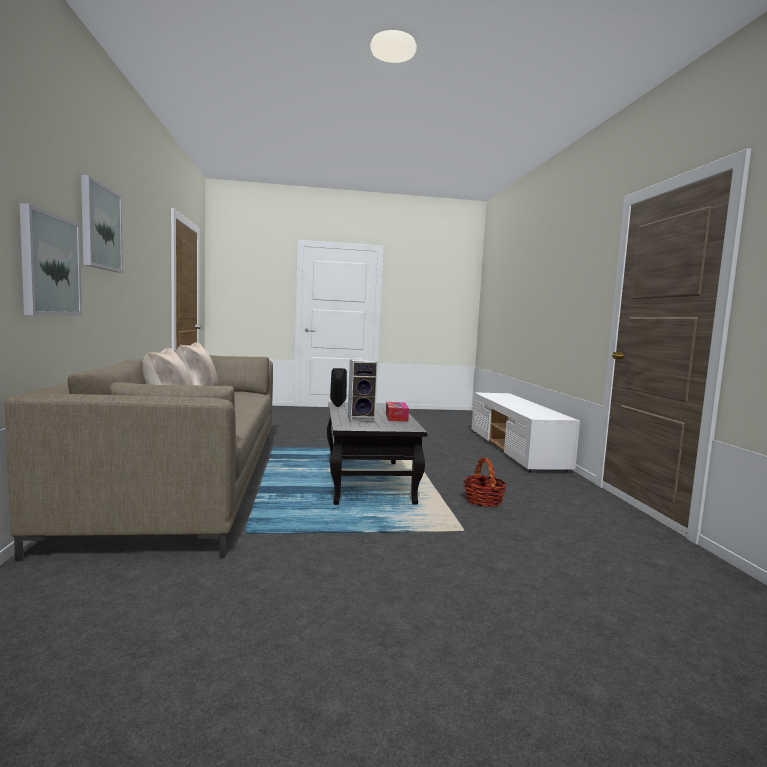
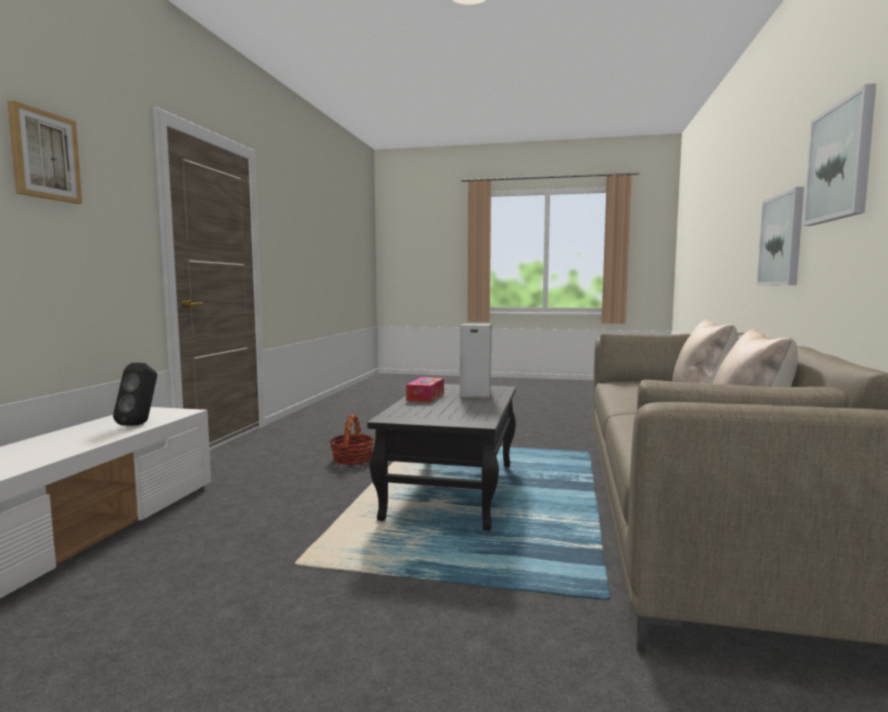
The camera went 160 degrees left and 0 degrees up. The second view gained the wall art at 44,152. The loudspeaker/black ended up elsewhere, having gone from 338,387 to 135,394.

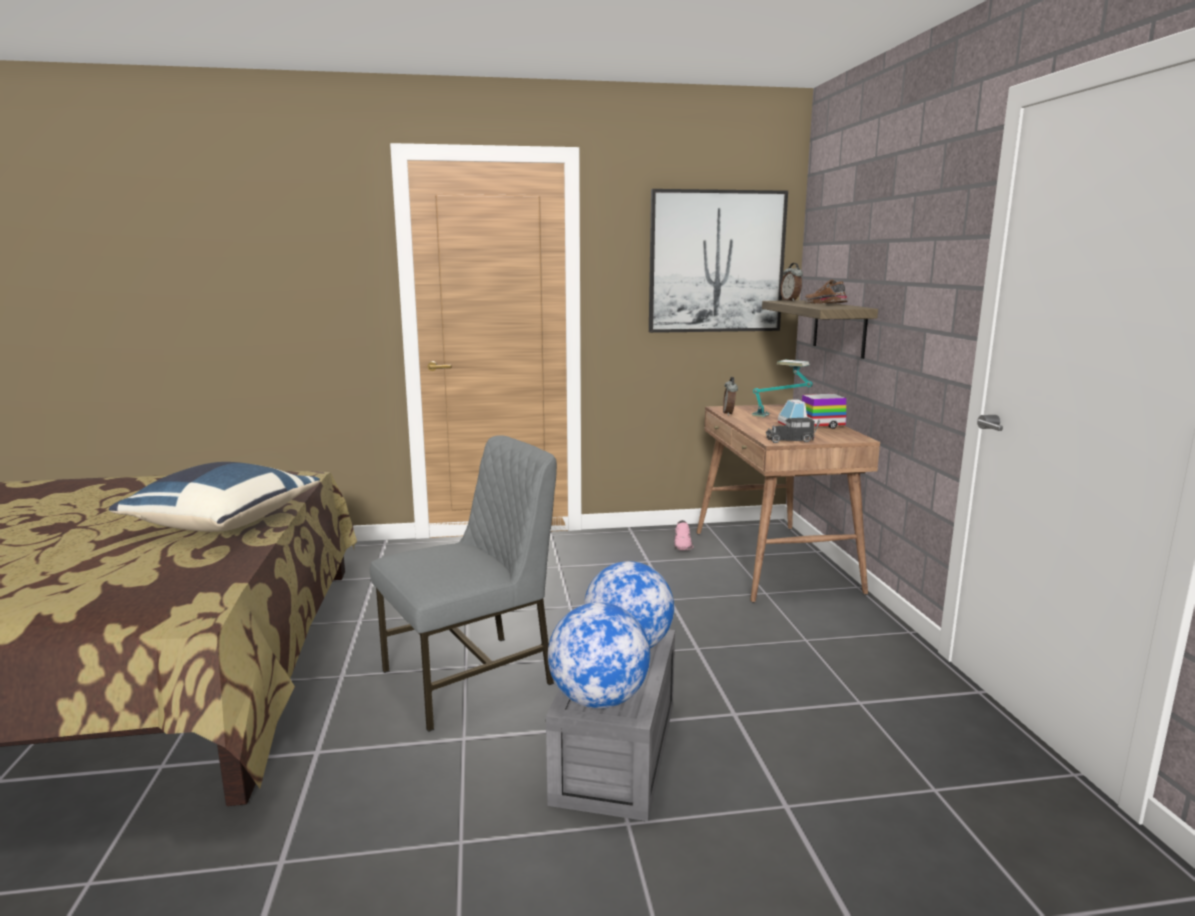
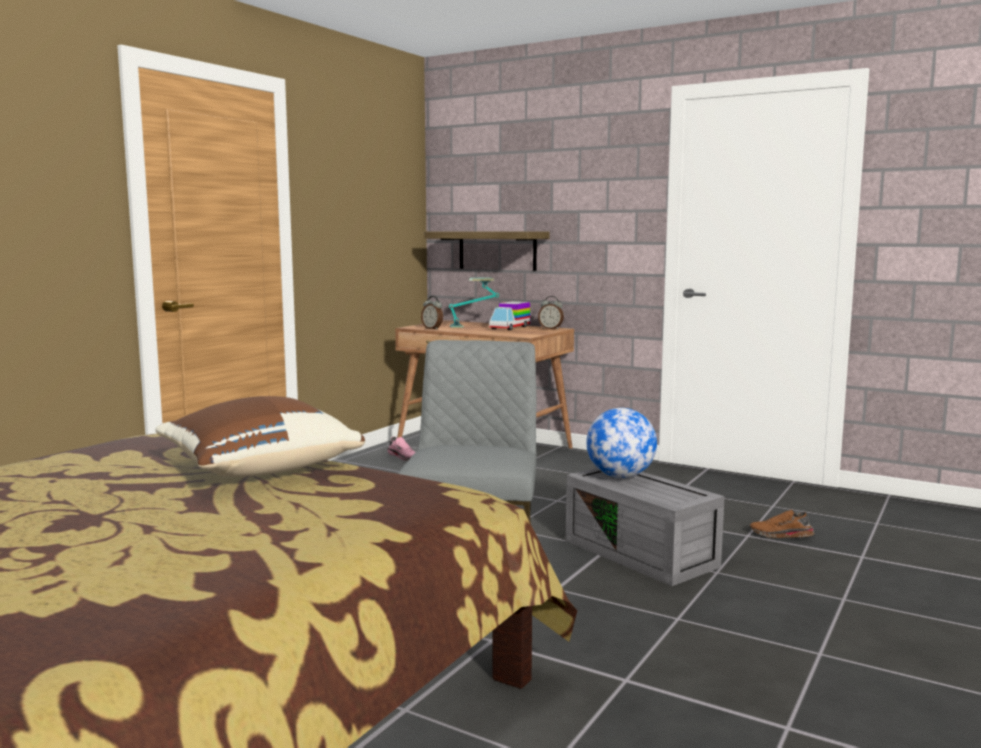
The camera went 50 degrees left and 5 degrees down. The second view lost the globe at 599,655. The second view lost the wall art at 718,261. The second view lost the toy truck at 793,430. The alarm clock ended up elsewhere, having gone from 791,282 to 551,313. The item of footwear/brown-coloured ended up elsewhere, having gone from 826,292 to 782,524. What was the throw pillow/bluish at 214,497 turned into the throw pillow/brown-coloured at 260,436.

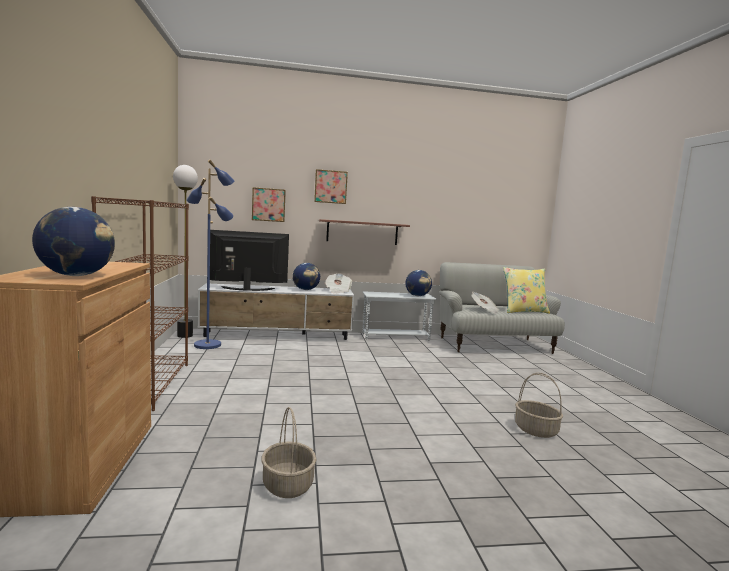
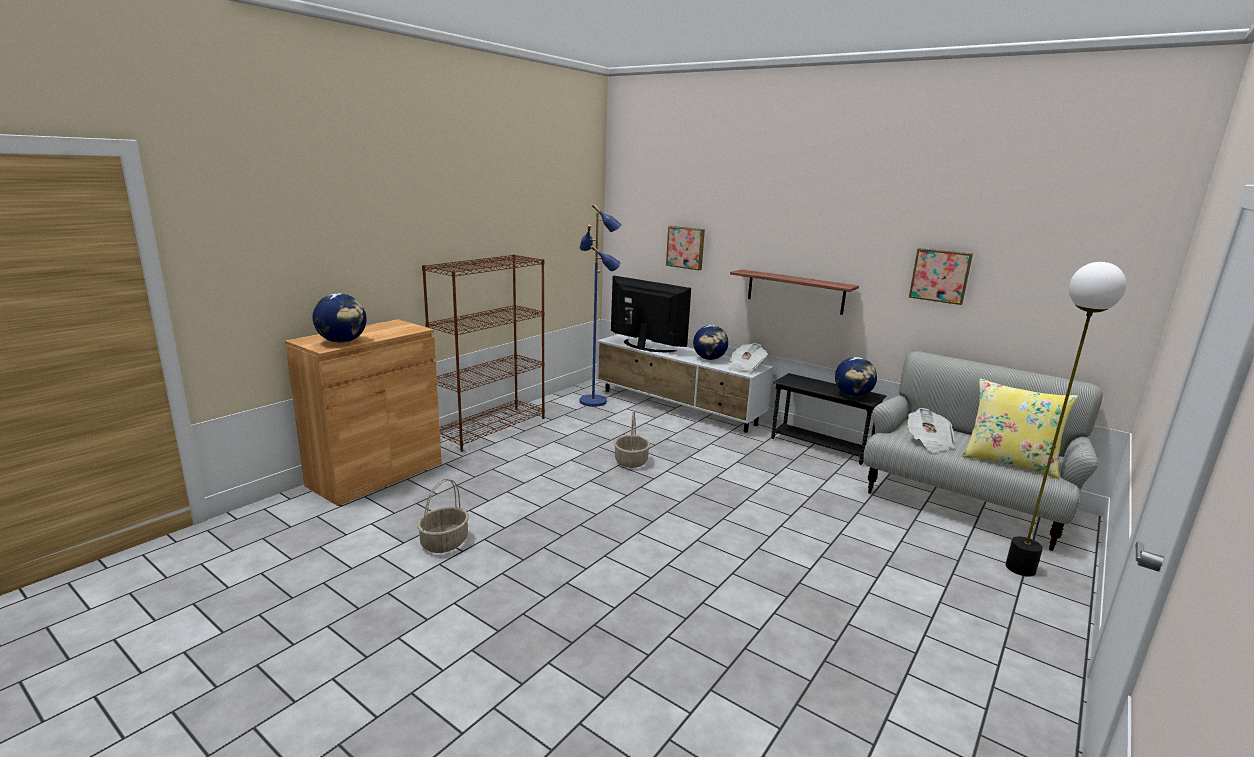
The camera went 45 degrees right and 10 degrees up. The standard lamp ended up elsewhere, having gone from 185,251 to 1066,419. The wall art ended up elsewhere, having gone from 331,186 to 941,276. The basket ended up elsewhere, having gone from 539,405 to 632,439. What was the end table/whitish at 399,316 turned into the end table/black at 829,419.

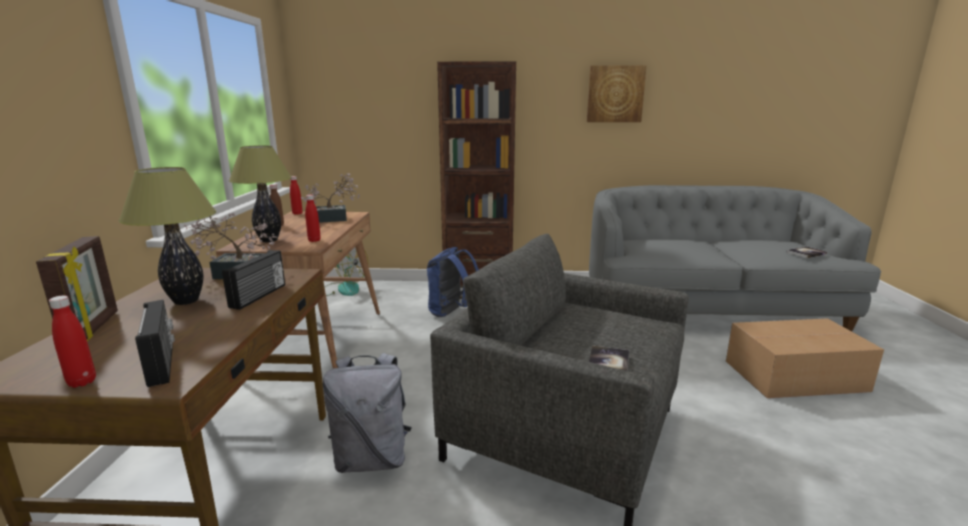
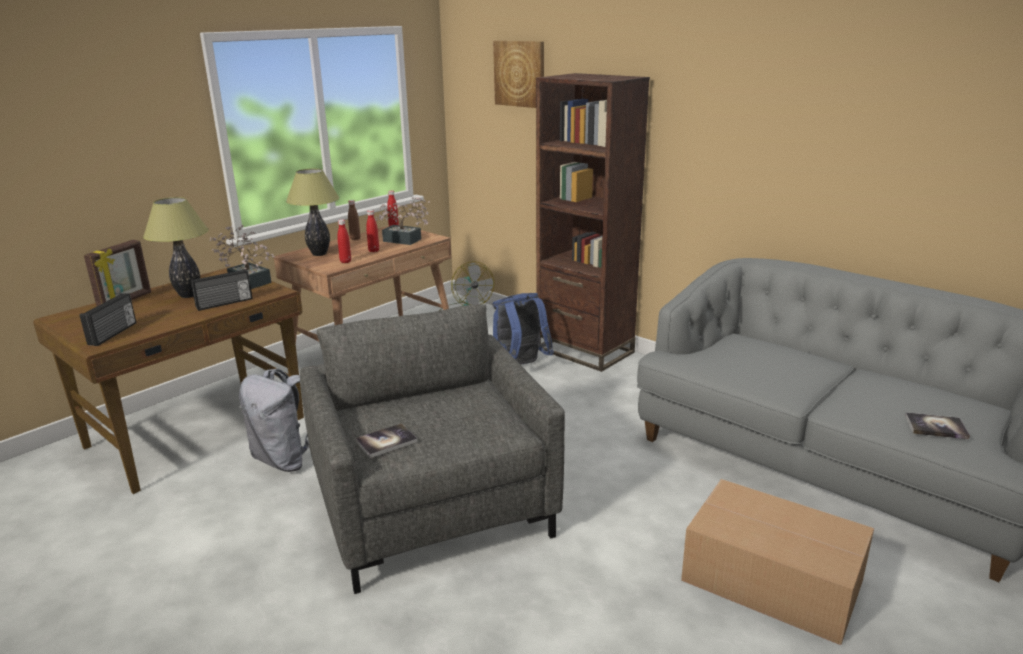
The camera went 40 degrees right and 5 degrees up. The drink bottle/red-coloured ended up elsewhere, having gone from 72,342 to 372,231. The wall art ended up elsewhere, having gone from 617,93 to 518,74.

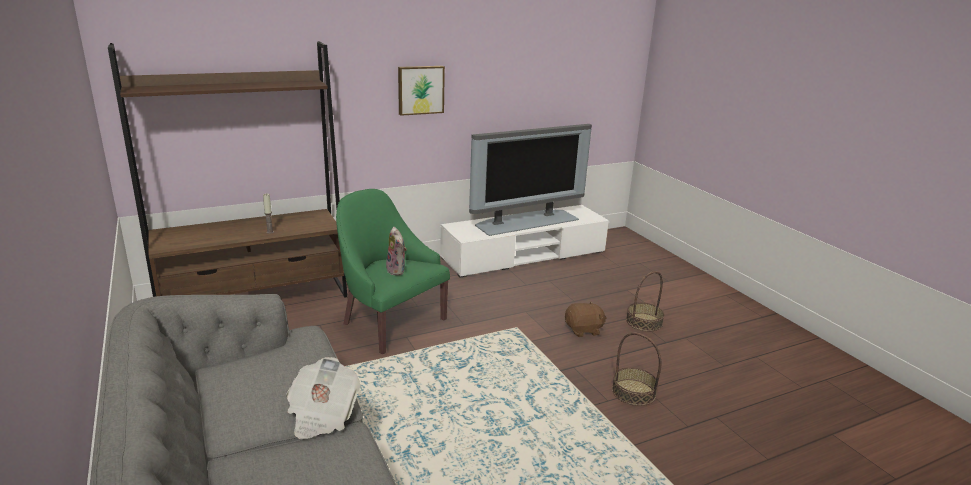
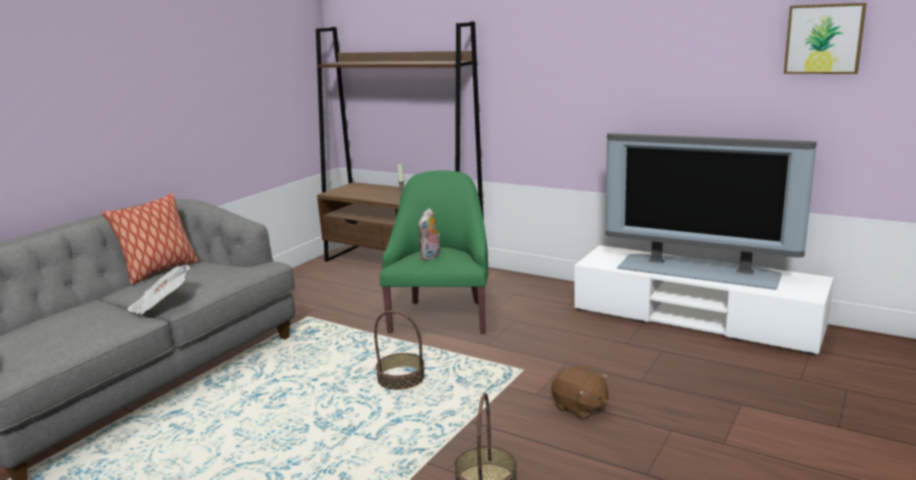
The camera went 60 degrees right and 5 degrees down. The second view gained the throw pillow at 150,239. The wall art ended up elsewhere, having gone from 421,91 to 825,38. The basket ended up elsewhere, having gone from 645,301 to 399,350.

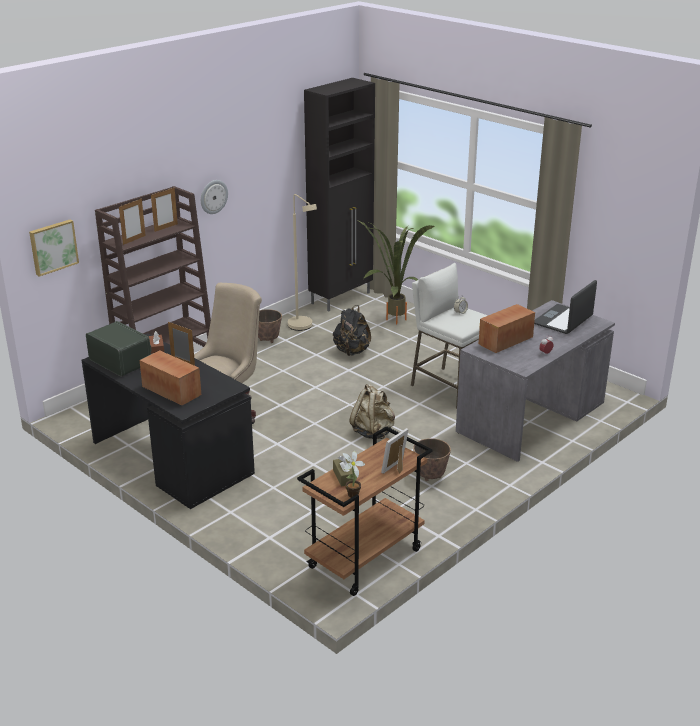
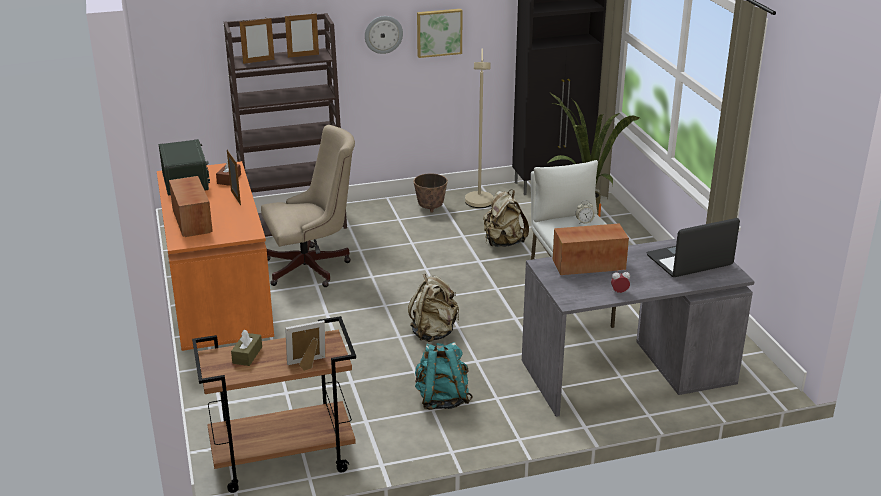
The camera went 30 degrees right and 0 degrees up. The second view lost the houseplant at 354,474. The wall art ended up elsewhere, having gone from 54,248 to 440,33. Where the planter stood at 432,459, the rucksack/turquoise-coloured came to stand at 444,376. What was the desk table/black at 168,421 turned into the desk table/orange-coloured at 215,256. What was the rucksack/black at 352,330 turned into the rucksack/beige-coloured at 506,218.

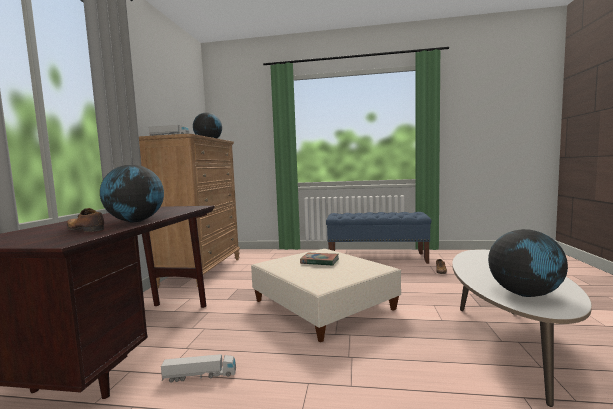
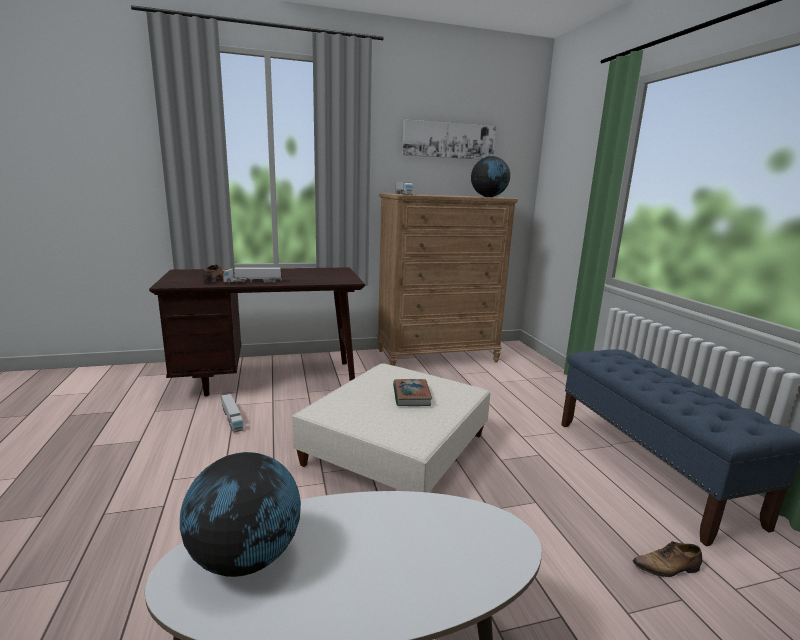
The camera went 65 degrees right and 10 degrees up. The second view gained the wall art at 449,139. Where the globe stood at 132,193, the toy truck came to stand at 252,275.

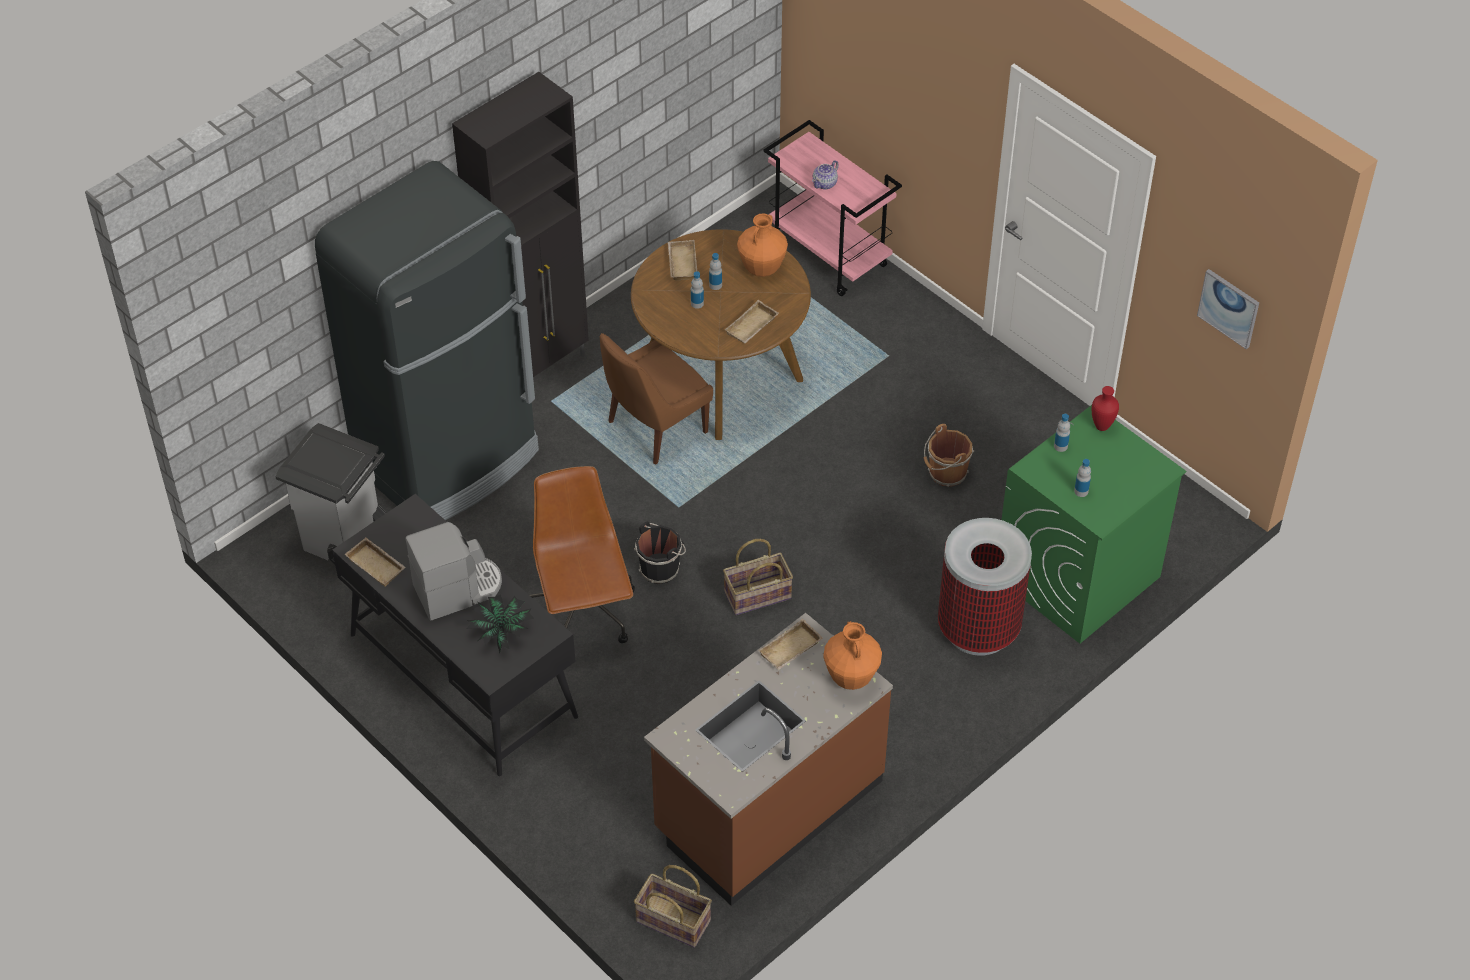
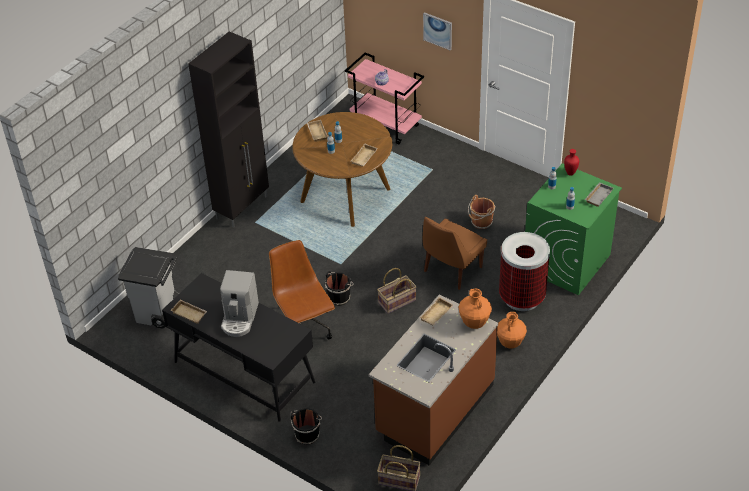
The camera went 10 degrees left and 5 degrees down. The second view lost the fridge/black at 427,340. The second view lost the houseplant at 500,623. The second view gained the bucket/black at 306,426. The second view gained the tray/gray at 599,194. The plain chair/brown-coloured ended up elsewhere, having gone from 656,398 to 455,253. The flower vase/orange-coloured ended up elsewhere, having gone from 762,245 to 512,330. The wall art ended up elsewhere, having gone from 1228,309 to 437,31. The coffee machine at 453,571 ended up facing another way, 135 degrees clockwise from before.

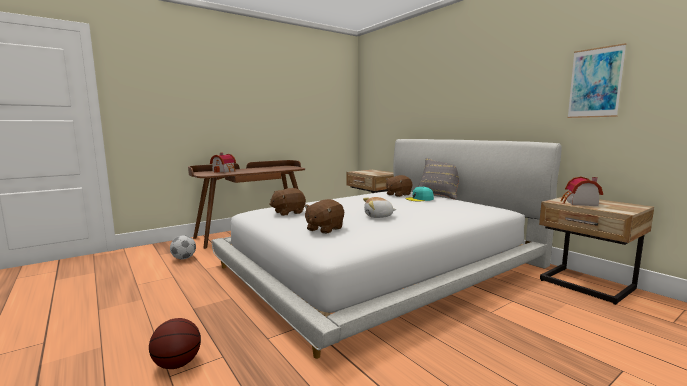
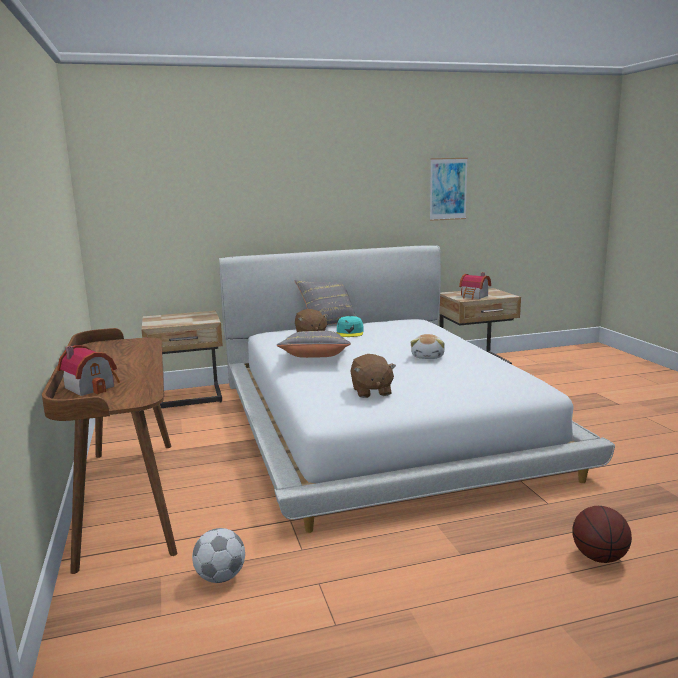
The camera went 70 degrees left and 5 degrees up. The second view lost the cuddly toy/brown-coloured at 324,216. The second view gained the throw pillow/gray at 314,344.

